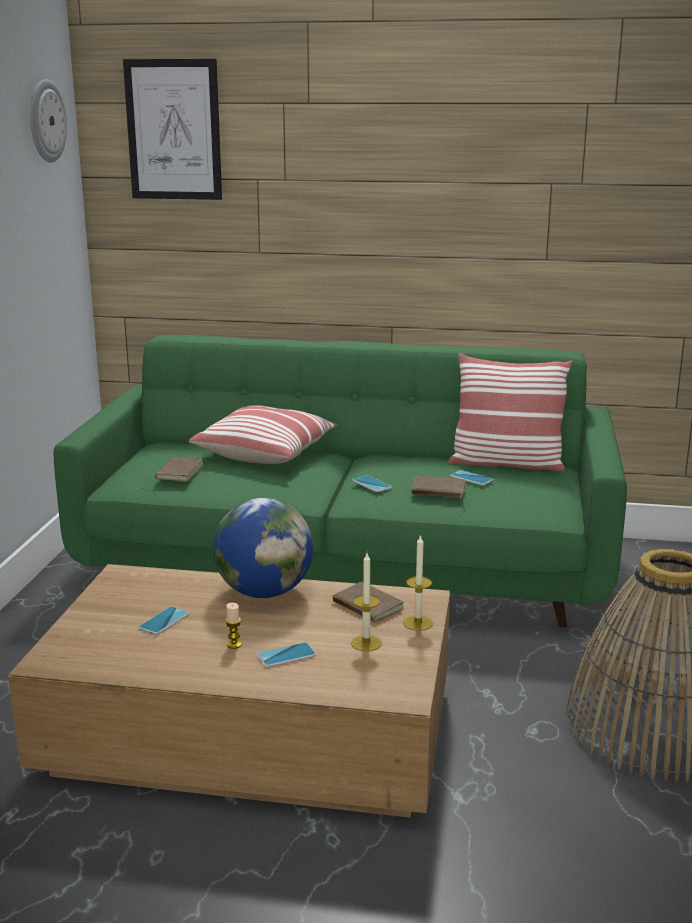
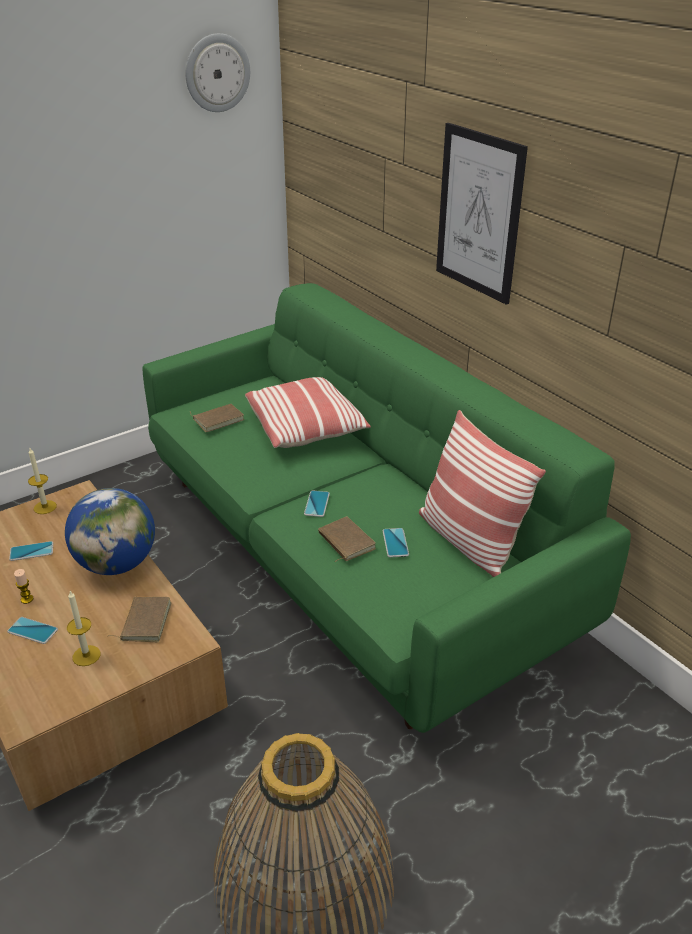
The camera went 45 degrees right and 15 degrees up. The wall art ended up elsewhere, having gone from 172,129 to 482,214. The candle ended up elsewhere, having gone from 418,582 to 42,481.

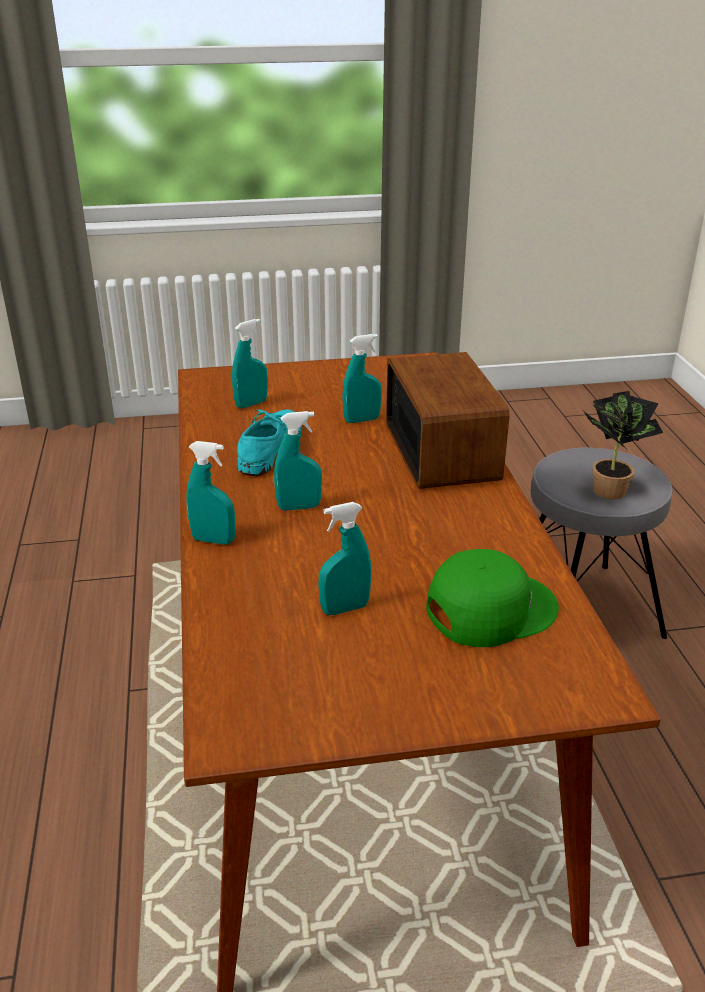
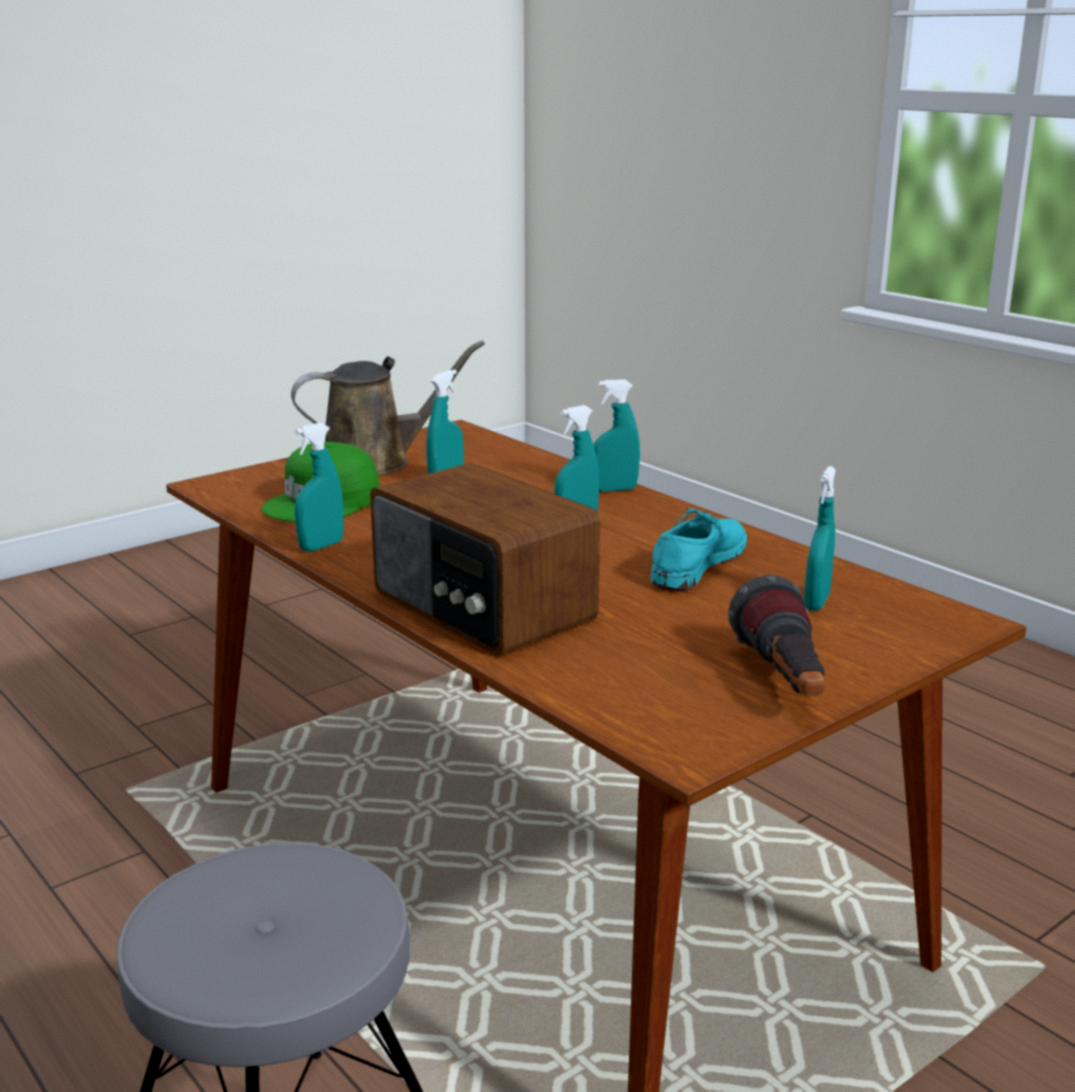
The camera went 150 degrees right and 10 degrees down. The second view lost the houseplant at 623,445. The second view gained the watering can/brown-coloured at 388,407. The second view gained the hand torch at 776,635. The hand sprayer/turquoise-coloured ended up elsewhere, having gone from 362,378 to 319,487. The item of footwear/turquoise-coloured at 269,442 ended up facing another way, 135 degrees counterclockwise from before.

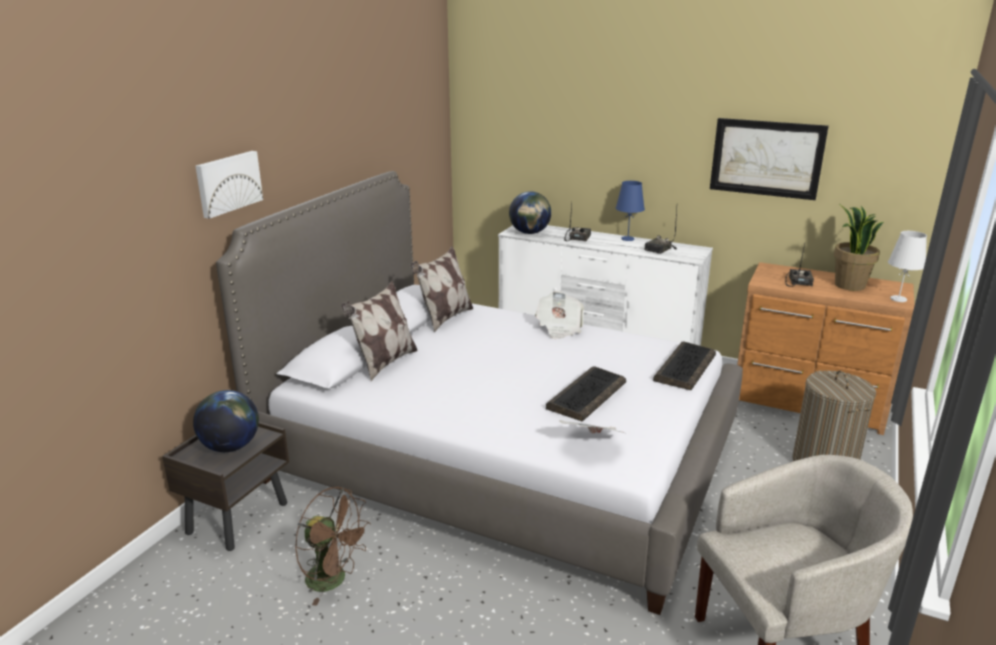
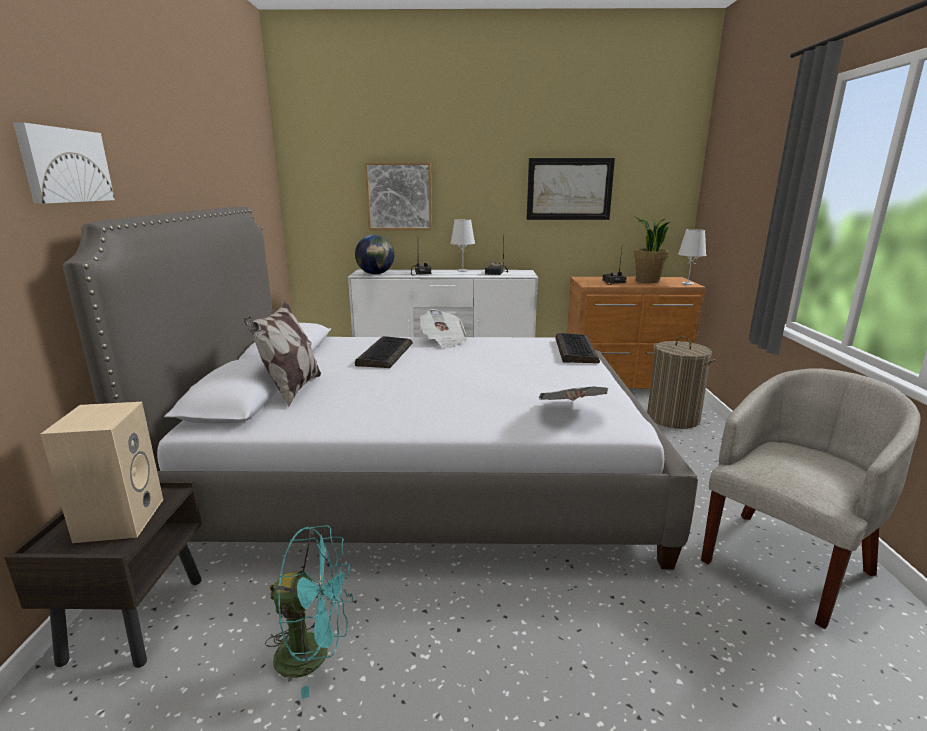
The camera went 25 degrees left and 5 degrees down. The second view lost the throw pillow at 441,289. The second view gained the wall art at 398,196. The keyboard ended up elsewhere, having gone from 586,393 to 384,352. Where the globe stood at 226,421, the loudspeaker/beige-coloured came to stand at 101,472. What was the fan/brown-coloured at 333,546 turned into the fan/turquoise-coloured at 309,612. What was the tabletop lamp/bluish at 630,211 turned into the tabletop lamp/whitish at 462,245.

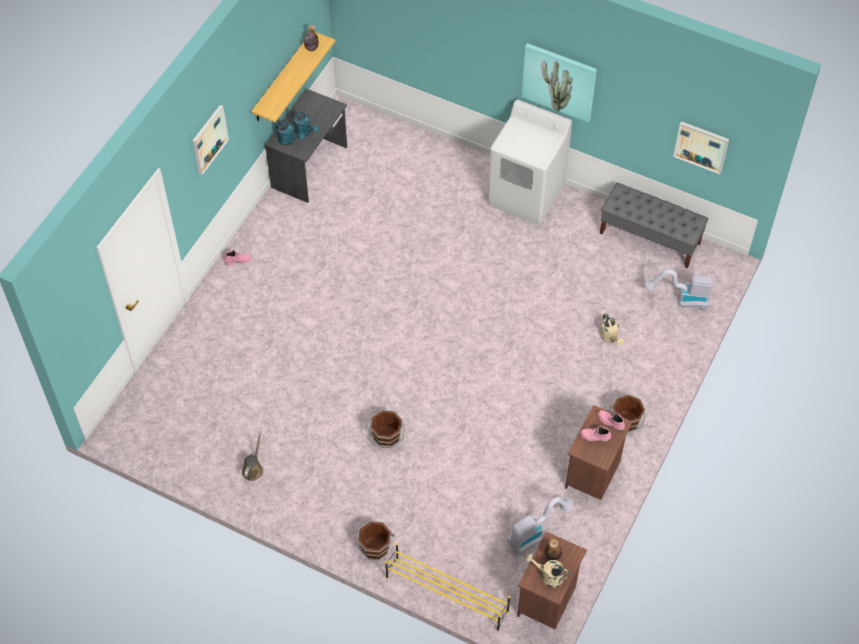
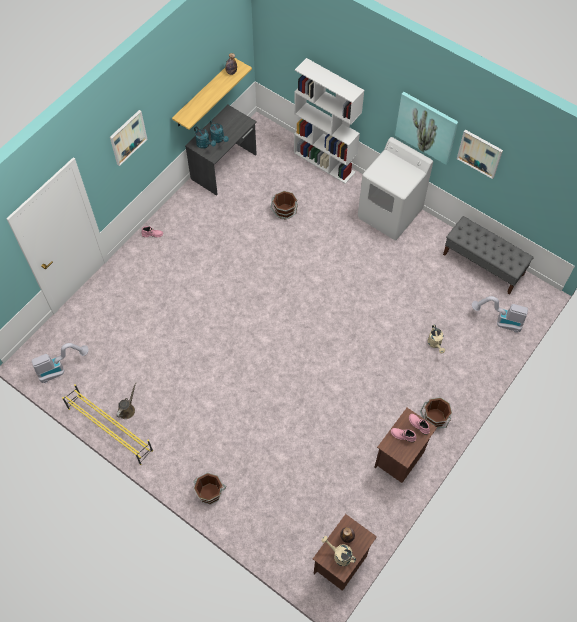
The camera went 10 degrees right and 5 degrees up. The second view gained the shelving unit/whitish at 329,121. The bucket/brown-coloured ended up elsewhere, having gone from 385,429 to 284,205. The shoe stand/yellow ended up elsewhere, having gone from 447,587 to 107,424. The vacuum cleaner ended up elsewhere, having gone from 540,526 to 60,363. The wall art ended up elsewhere, having gone from 701,147 to 480,154.

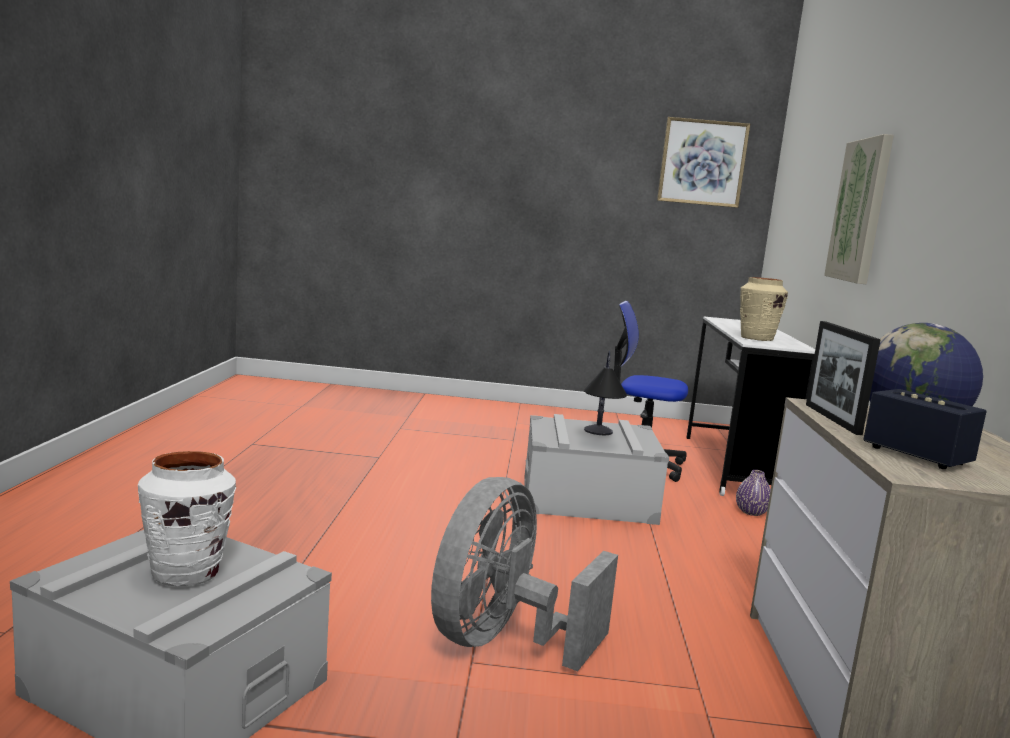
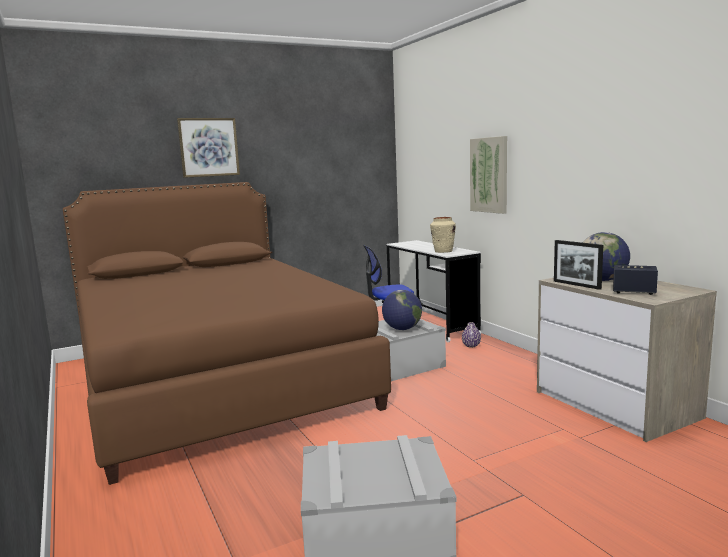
The camera went 30 degrees left and 0 degrees up. The second view lost the flower vase/whitish at 187,518. The second view lost the fan/gray at 524,574. The second view gained the bed/brown-coloured at 227,333. The wall art ended up elsewhere, having gone from 703,162 to 208,148. Where the tabletop lamp stood at 605,393, the globe came to stand at 402,310.

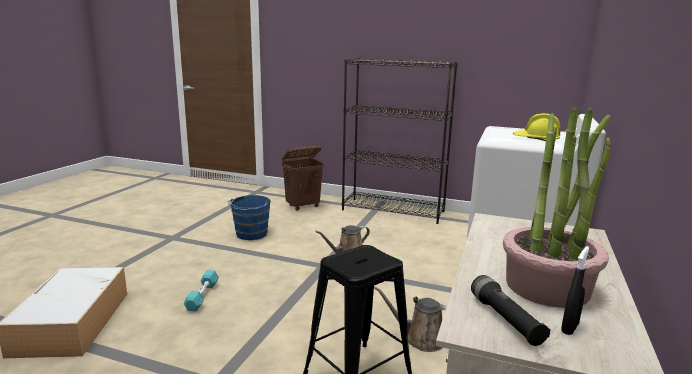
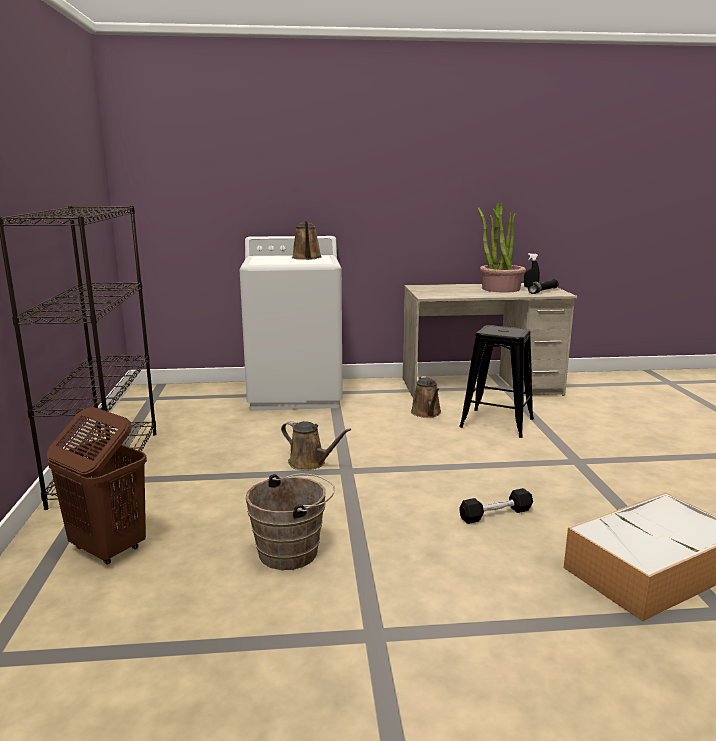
The camera went 115 degrees left and 0 degrees up. Where the hard hat/yellow stood at 536,127, the watering can/brown-coloured came to stand at 307,240. What was the free weight/turquoise-coloured at 201,290 turned into the free weight/black at 496,506. What was the bucket/bluish at 249,217 turned into the bucket/brown-coloured at 290,522.

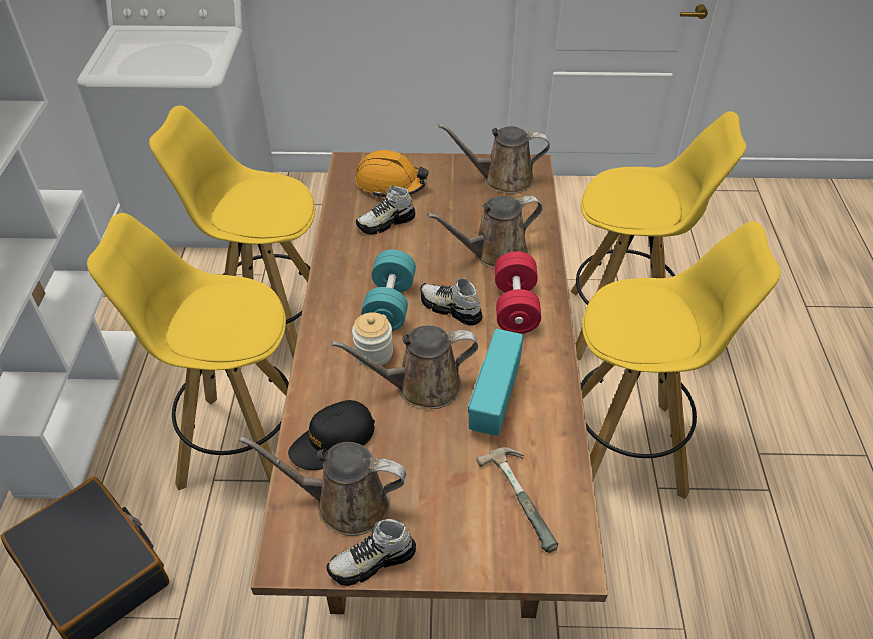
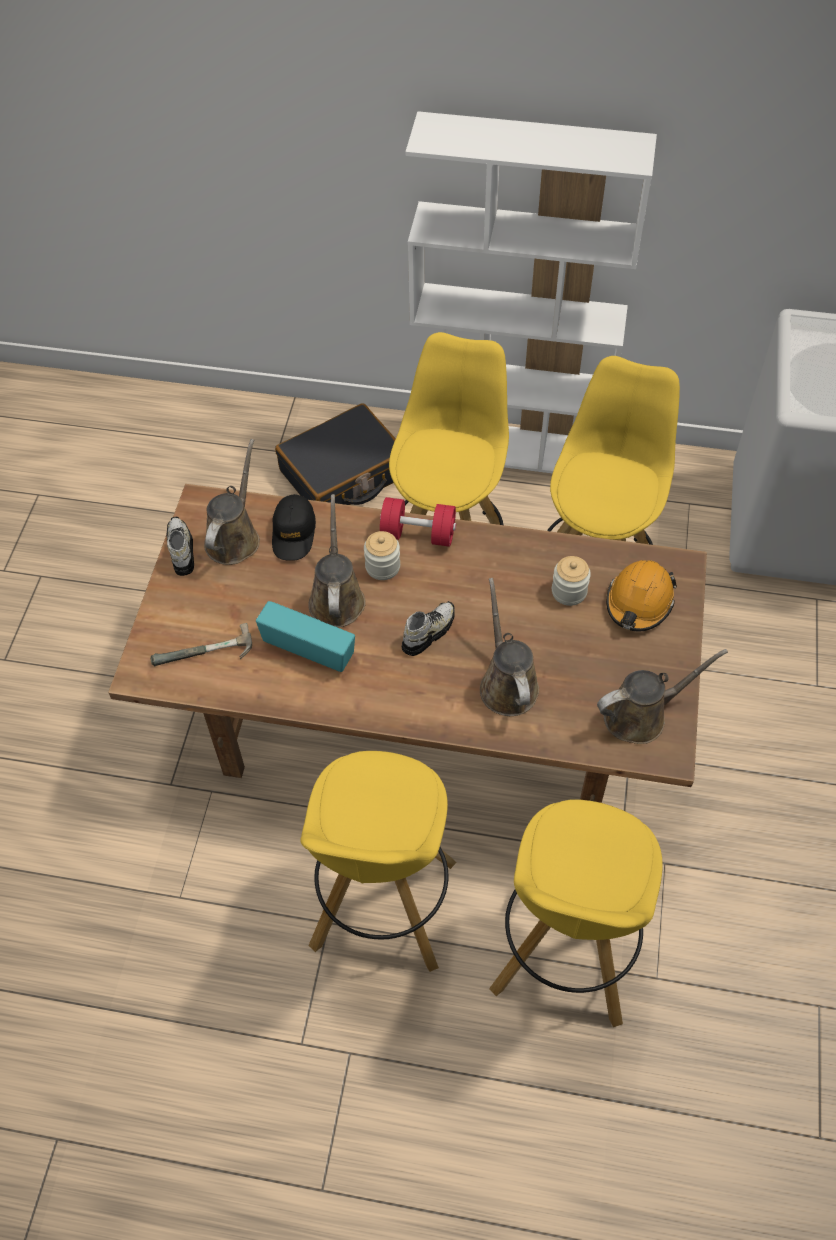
The camera went 100 degrees right and 10 degrees up. The second view lost the free weight/turquoise-coloured at 388,290. The free weight/red-coloured ended up elsewhere, having gone from 518,292 to 418,522. Where the item of footwear stood at 385,210, the preserve jar came to stand at 571,581. The peaked cap/black at 331,435 ended up facing another way, 150 degrees counterclockwise from before. The watering can/brown-coloured at 494,159 ended up facing another way, 60 degrees clockwise from before.

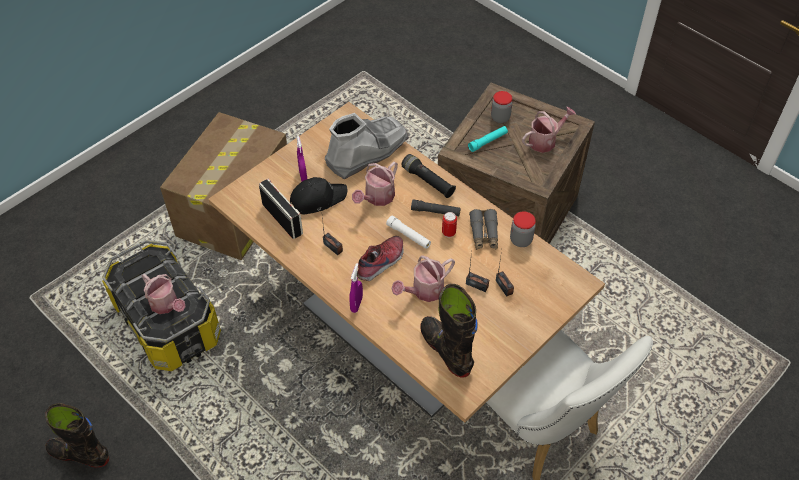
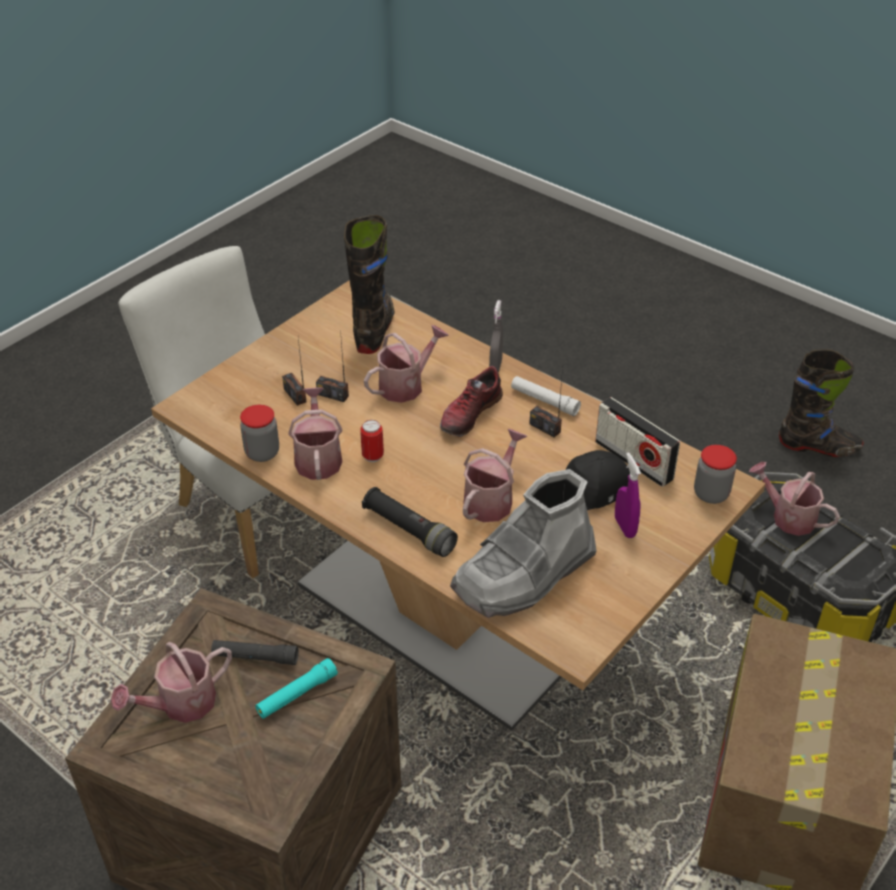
The camera went 175 degrees right and 10 degrees down. The hand torch/whitish ended up elsewhere, having gone from 408,232 to 546,396. The hand torch/black ended up elsewhere, having gone from 436,207 to 254,652. The preserve jar ended up elsewhere, having gone from 501,107 to 715,474. Where the pair of binoculars/gray stood at 483,229, the watering can came to stand at 315,433. What was the hand sprayer/purple at 356,288 turned into the hand sprayer/gray at 496,336. The tall boot/black at 449,331 ended up facing another way, 135 degrees counterclockwise from before.

